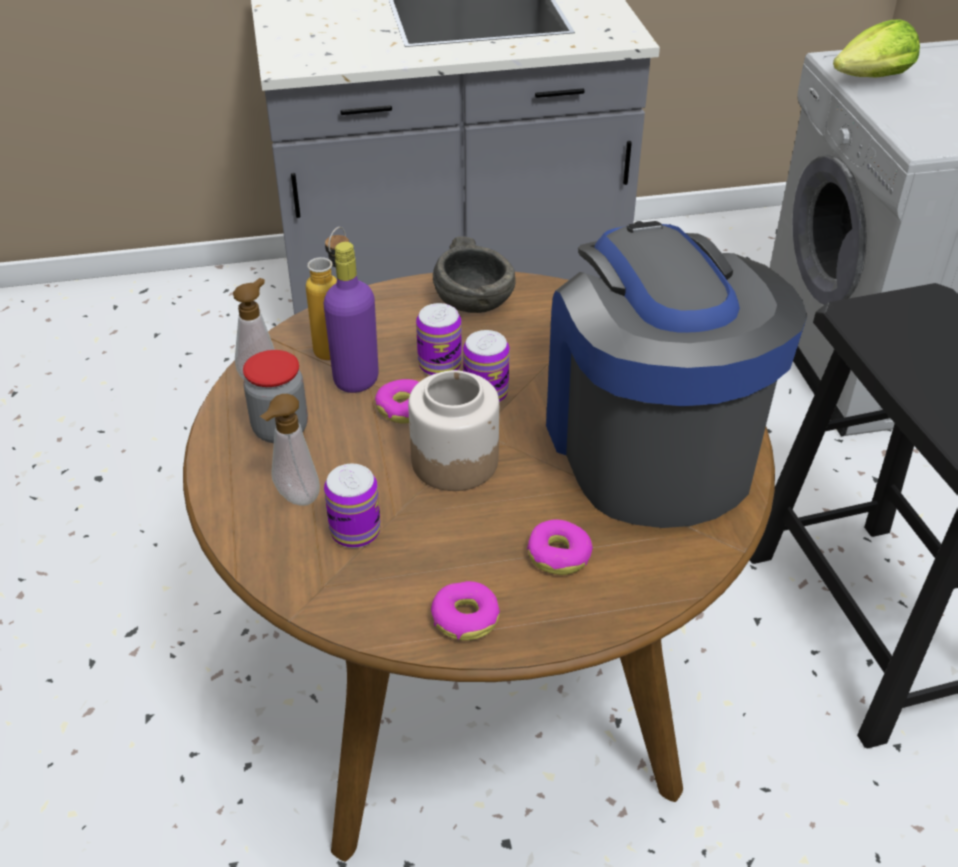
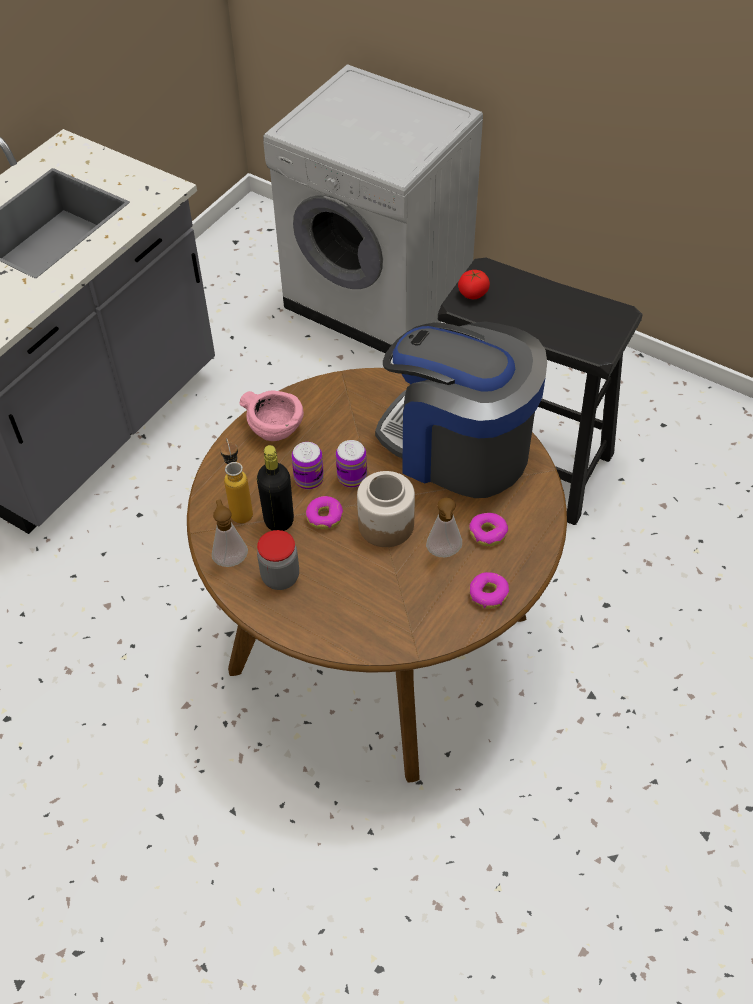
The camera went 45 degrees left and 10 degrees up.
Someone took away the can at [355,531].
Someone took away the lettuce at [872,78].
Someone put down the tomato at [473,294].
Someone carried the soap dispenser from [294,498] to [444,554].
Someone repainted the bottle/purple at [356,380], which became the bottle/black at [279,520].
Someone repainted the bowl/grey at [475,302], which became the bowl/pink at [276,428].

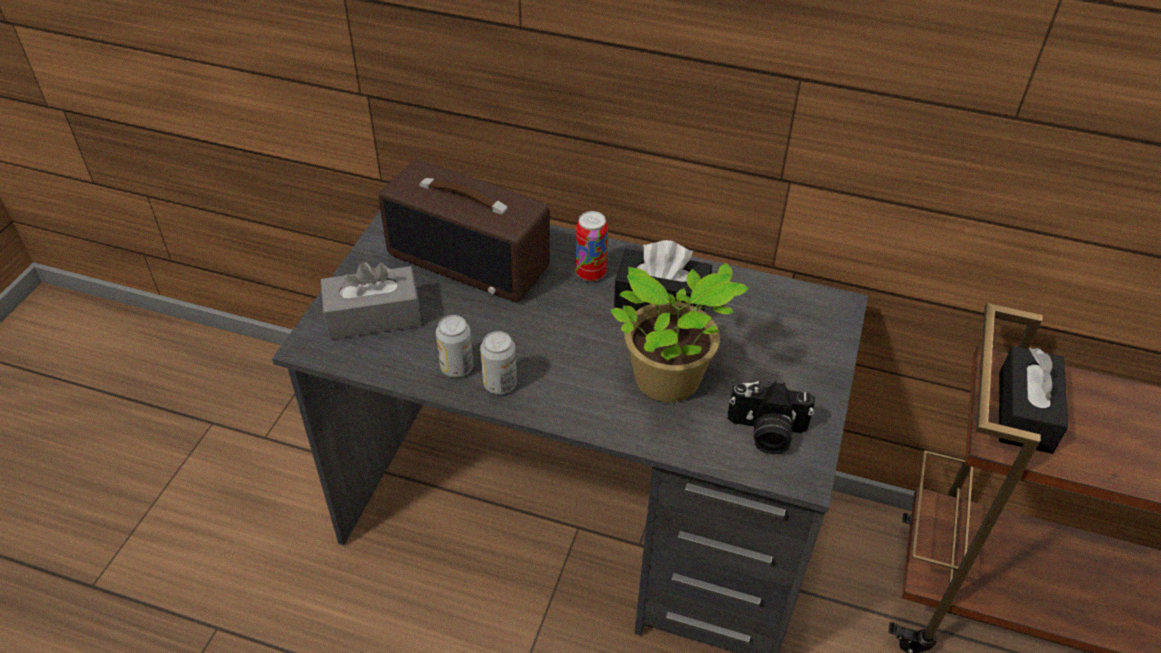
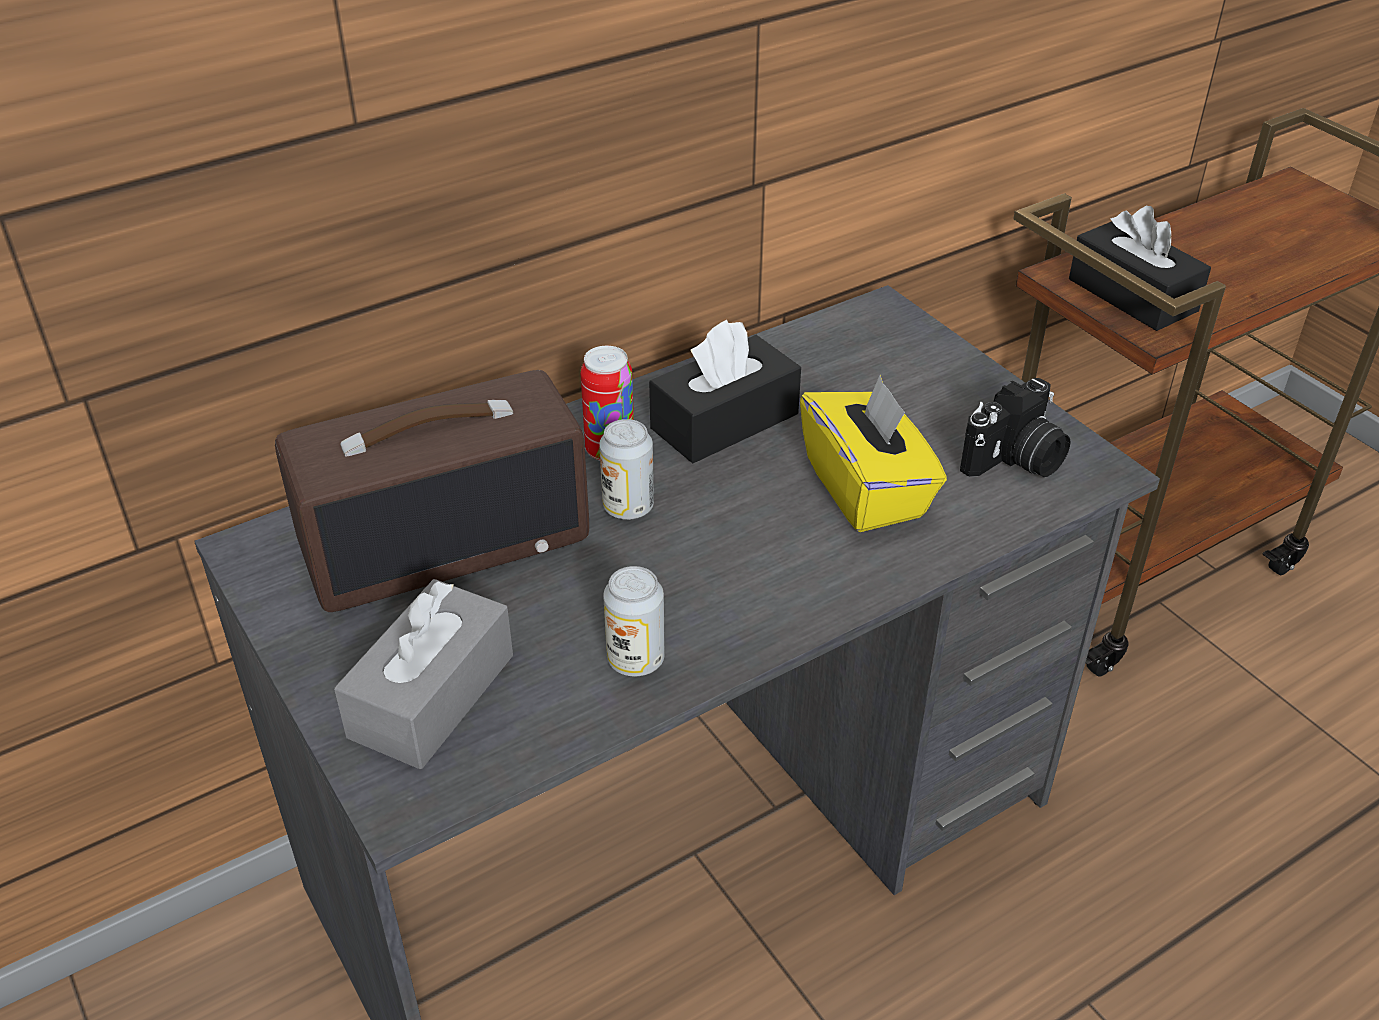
The camera went 50 degrees left and 5 degrees down.
Someone carried the can from [500,384] to [628,507].
Someone swapped the potted plant at [669,383] for the tissue box/yellow at [867,489].

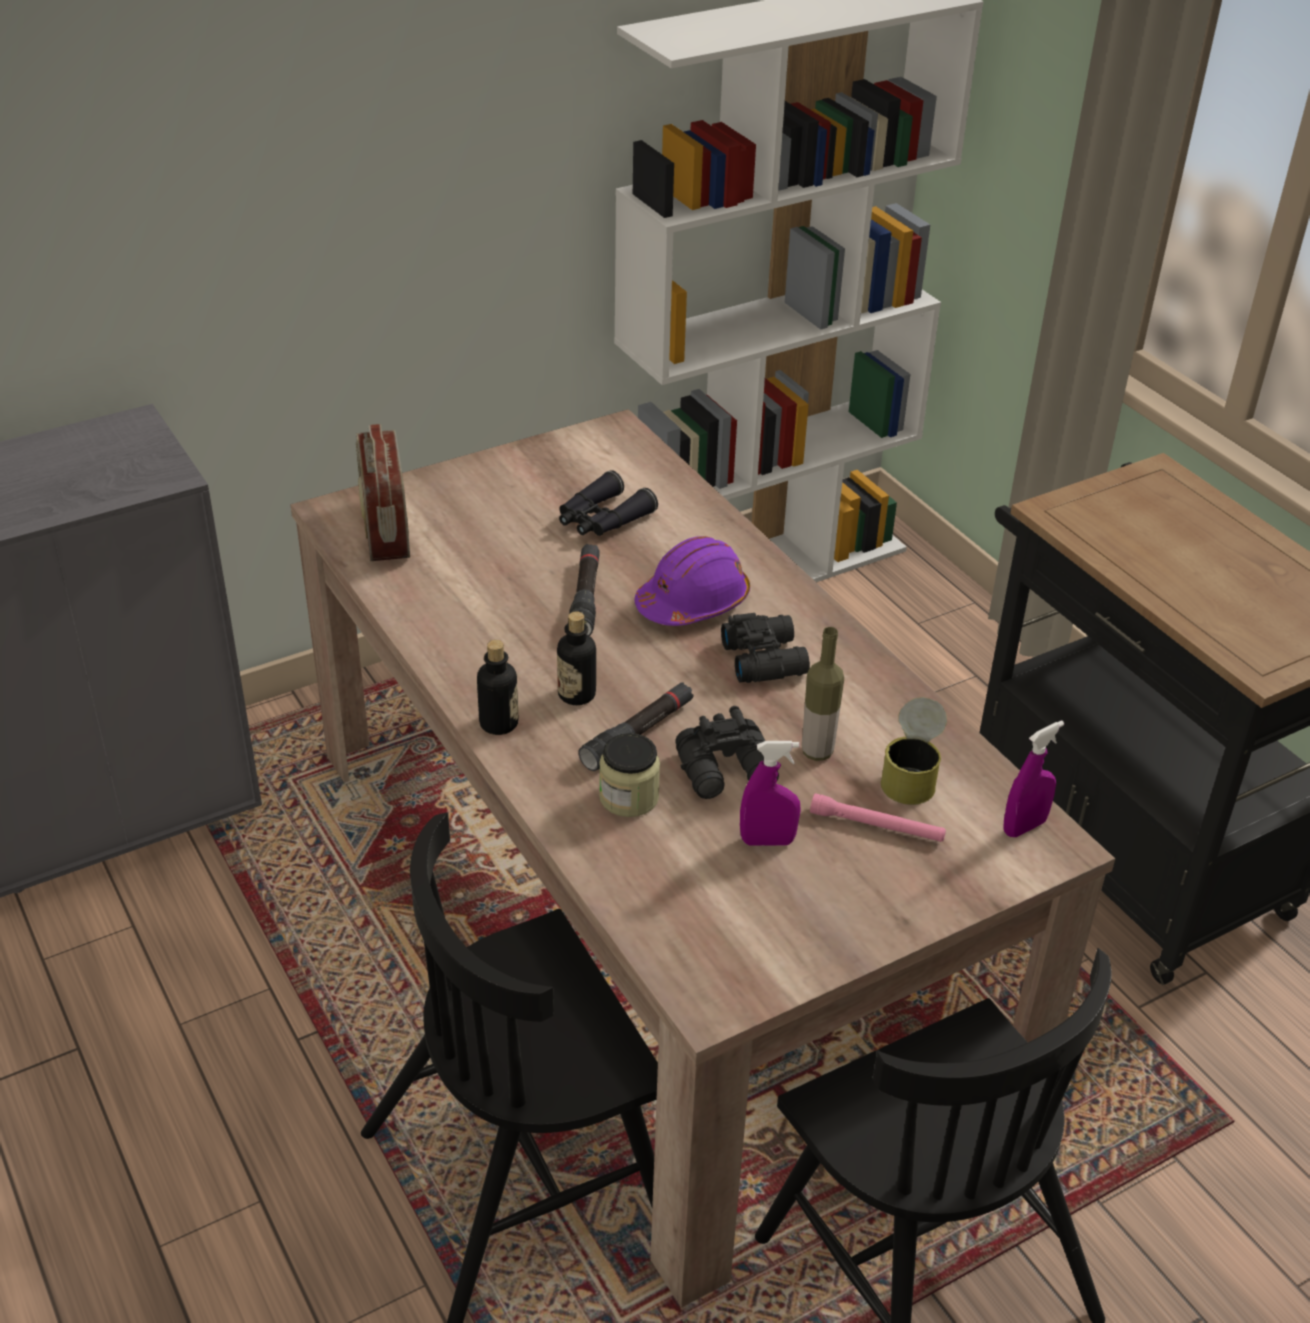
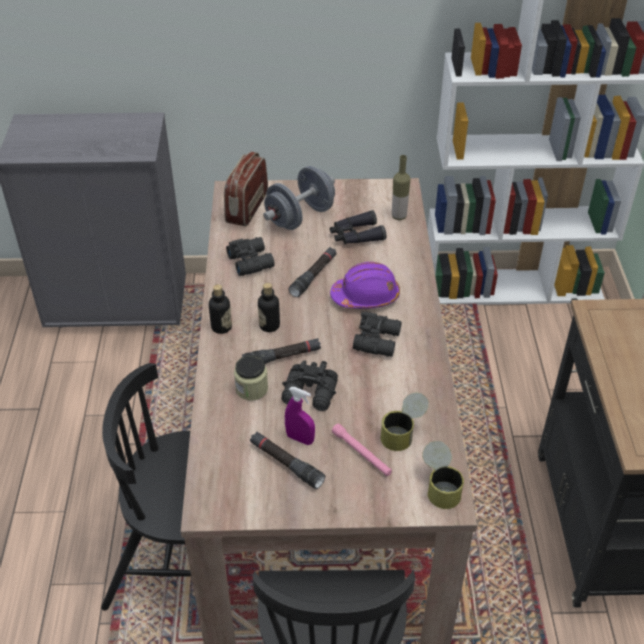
The camera went 30 degrees right and 5 degrees up.
Someone put down the binoculars/black at [251,261].
Someone put down the flashlight/black at [286,464].
Someone put down the dumbbell/grey at [300,217].
Someone carried the bottle from [817,752] to [399,216].
Someone swapped the spray bottle/purple at [1024,827] for the can at [440,486].

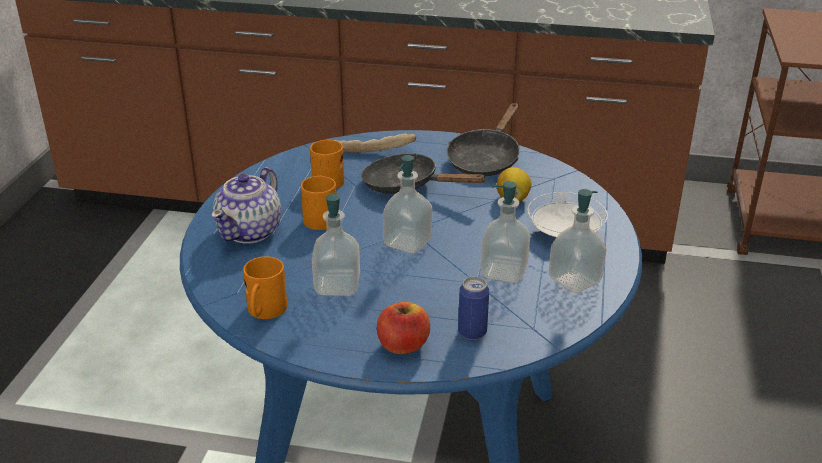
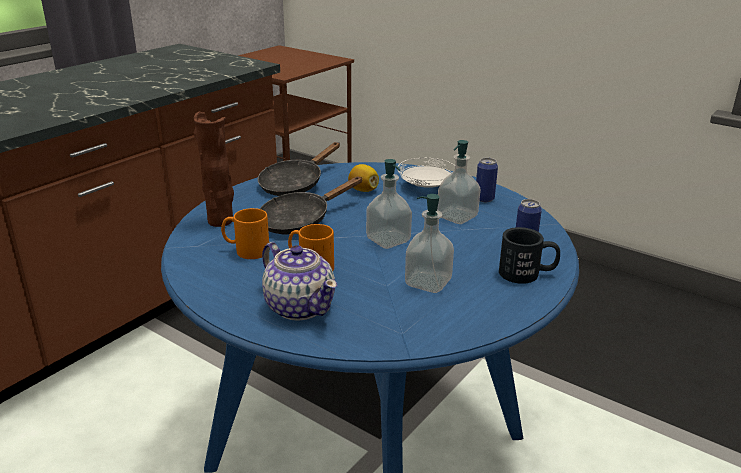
The camera went 65 degrees left and 5 degrees down.
Someone took away the mug/orange at [265,312].
Someone swapped the bread at [371,150] for the vase/brown at [221,221].
Someone swapped the apple at [403,345] for the mug/black at [527,274].
Someone swapped the soap dispenser at [574,280] for the can at [484,199].
Someone rotated the frying pan/black at [485,159] by 75 degrees clockwise.

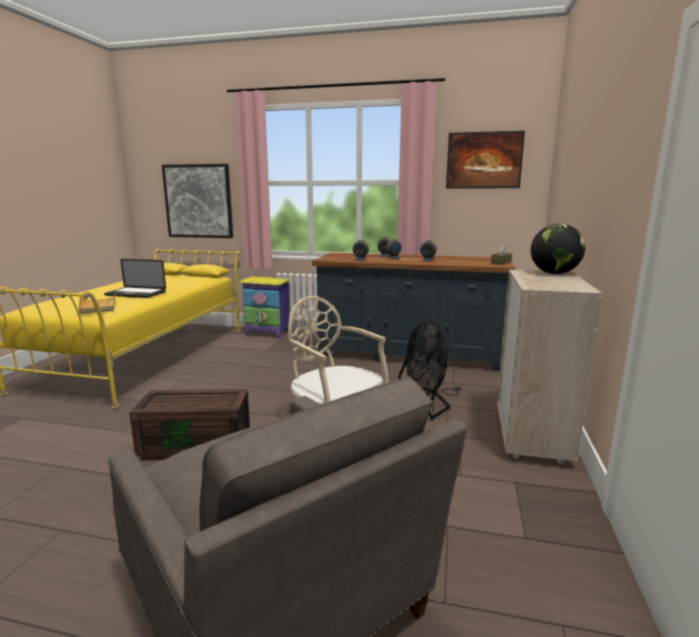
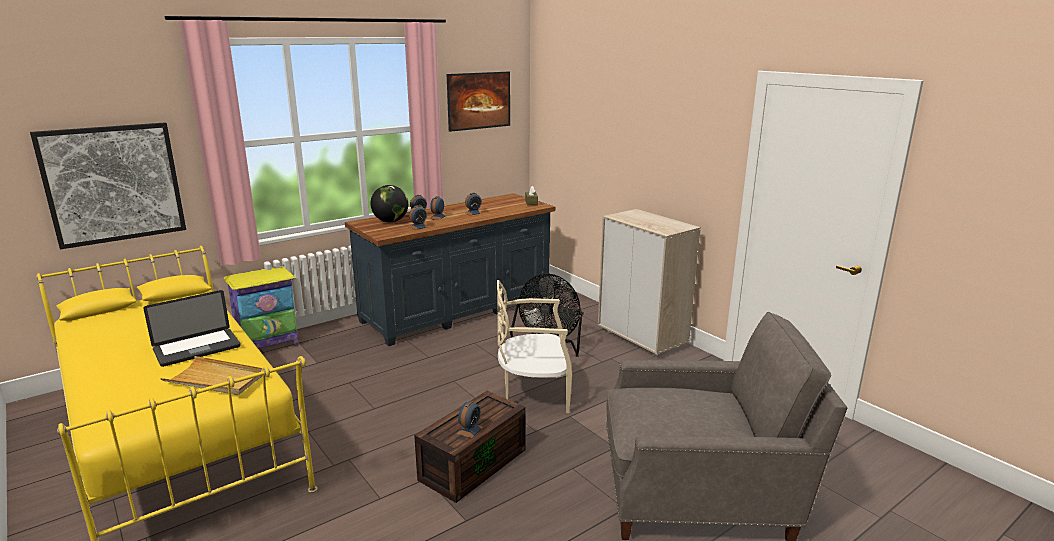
The camera went 50 degrees left and 5 degrees up.
Someone put down the alarm clock at [469,430].
Someone carried the globe from [554,273] to [390,221].

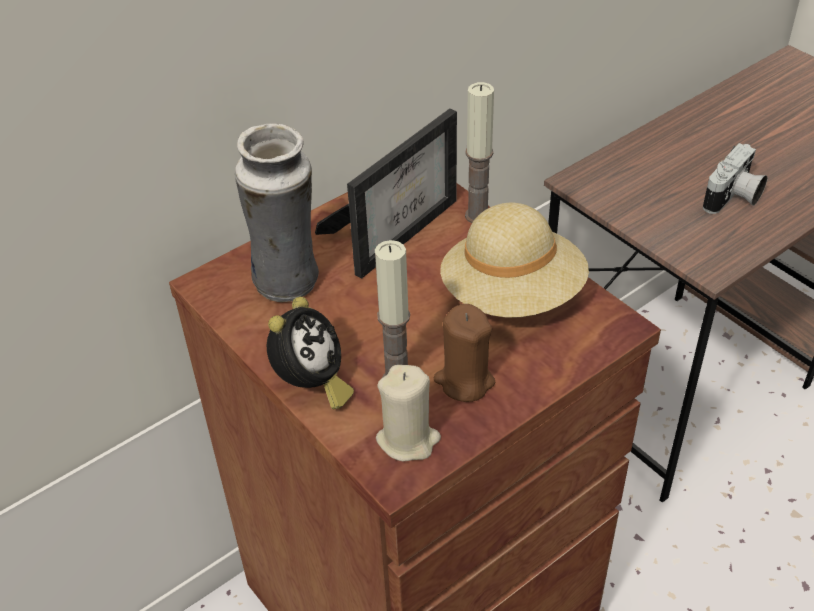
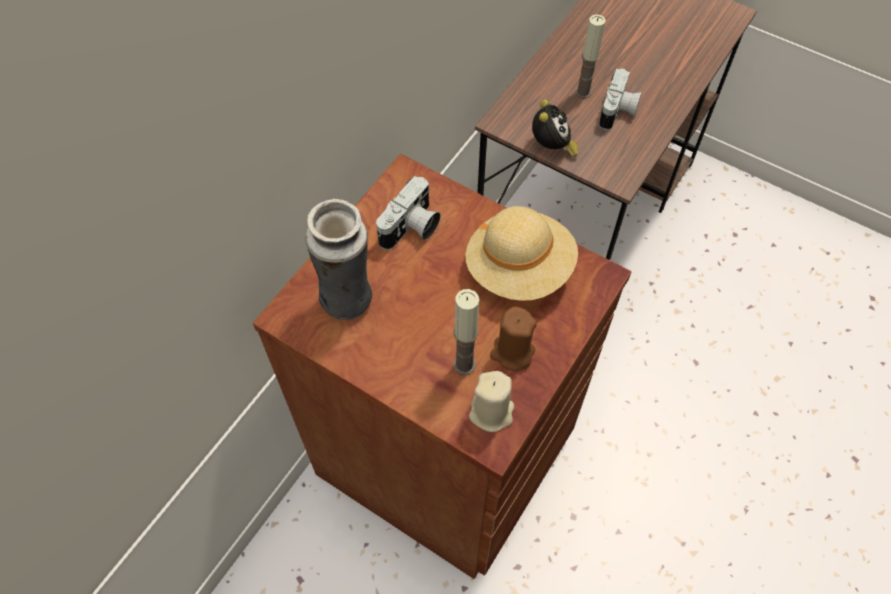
The camera went 20 degrees left and 15 degrees up.
Someone carried the alarm clock from [311,385] to [551,147].
Someone carried the candle from [477,215] to [583,92].
Someone swapped the picture frame at [397,229] for the photo camera at [411,229].

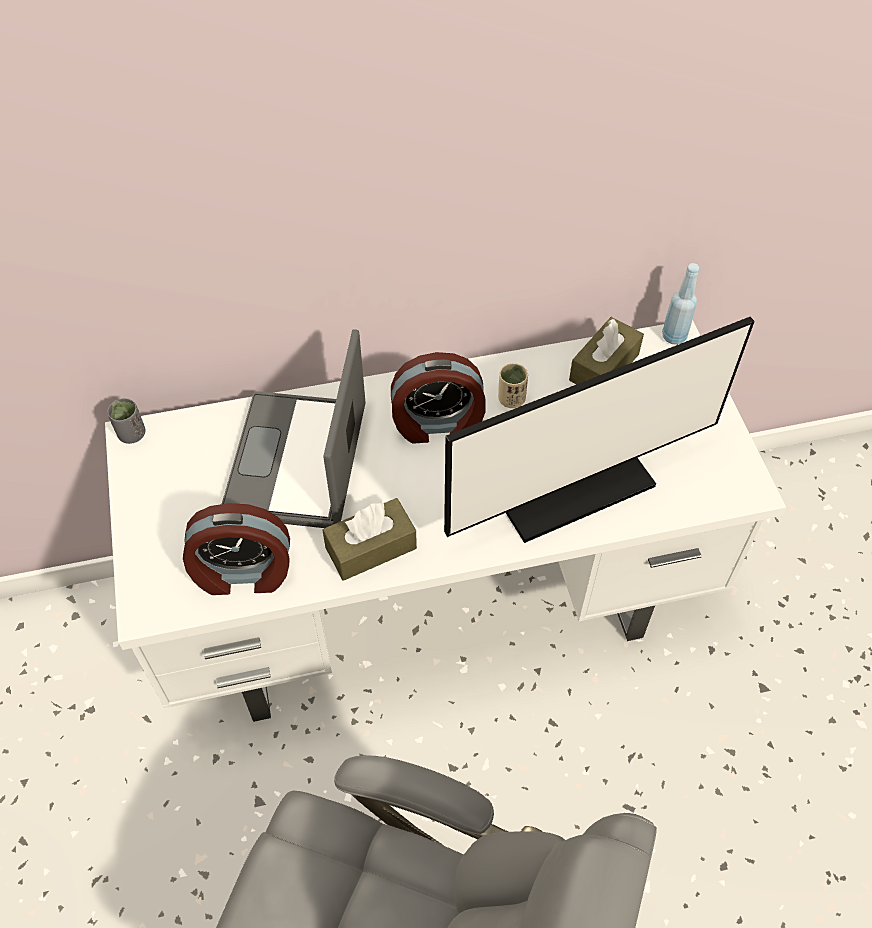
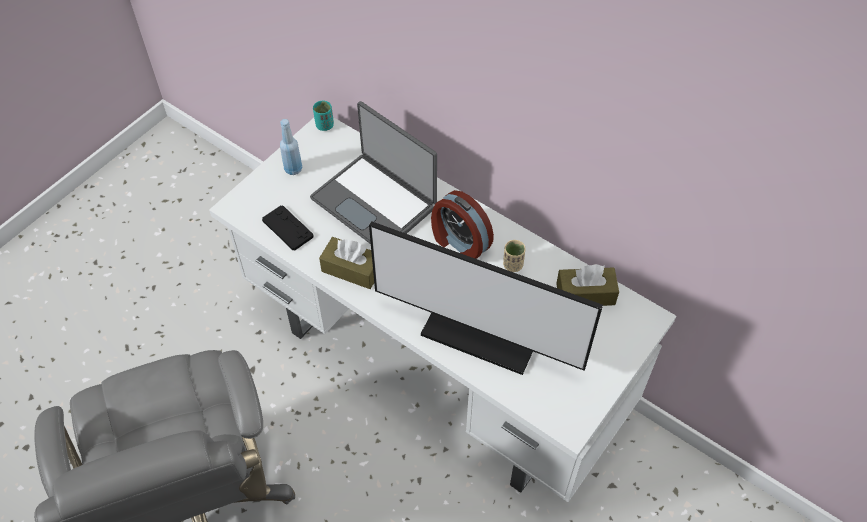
The camera went 50 degrees right and 0 degrees up.
Someone carried the bottle/blue from [674,336] to [293,169].
Someone swapped the alarm clock at [243,574] for the game controller/black at [287,228].
Someone repainted the cup/grey at [132,434], which became the cup/turquoise at [324,125].
Someone rotated the laptop at [300,461] by 105 degrees counterclockwise.

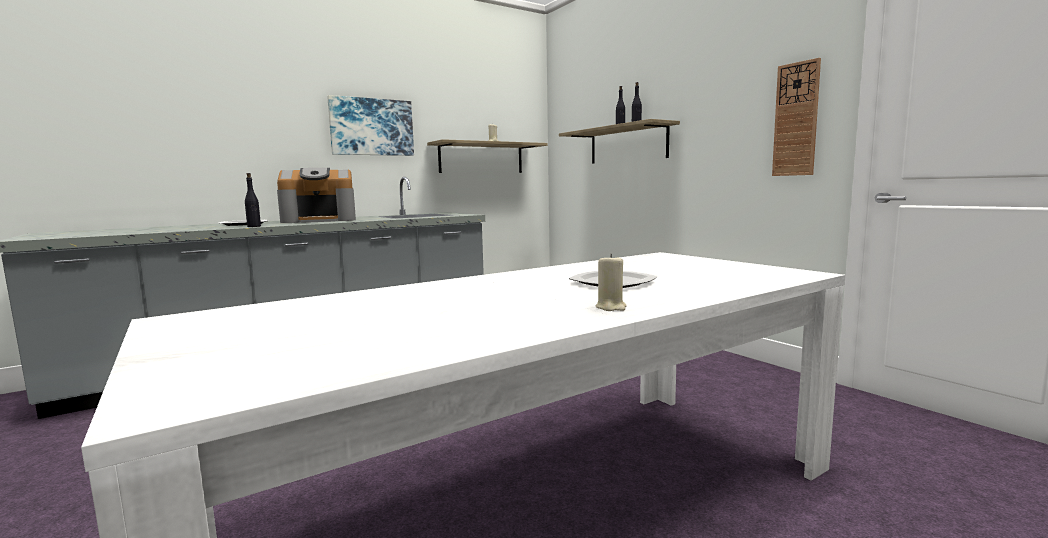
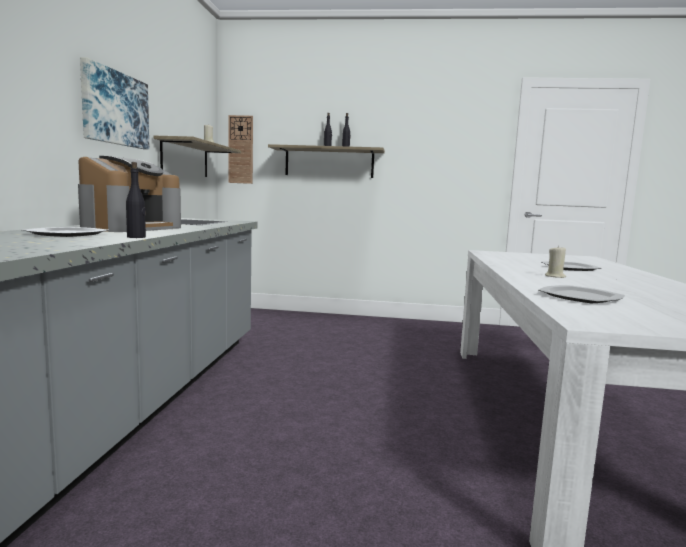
The camera went 50 degrees left and 0 degrees up.
Someone put down the plate at [579,297].
Someone carried the candle/beige from [611,307] to [555,276].
Someone carried the wall clock from [796,119] to [240,149].

